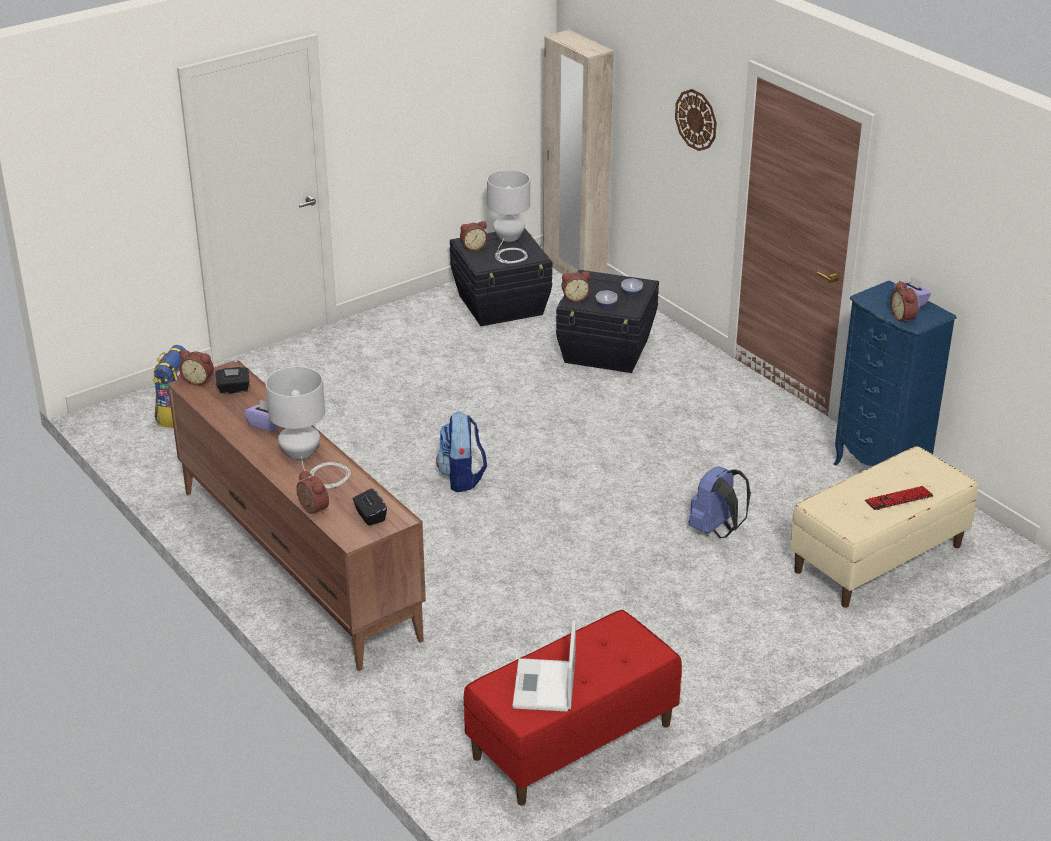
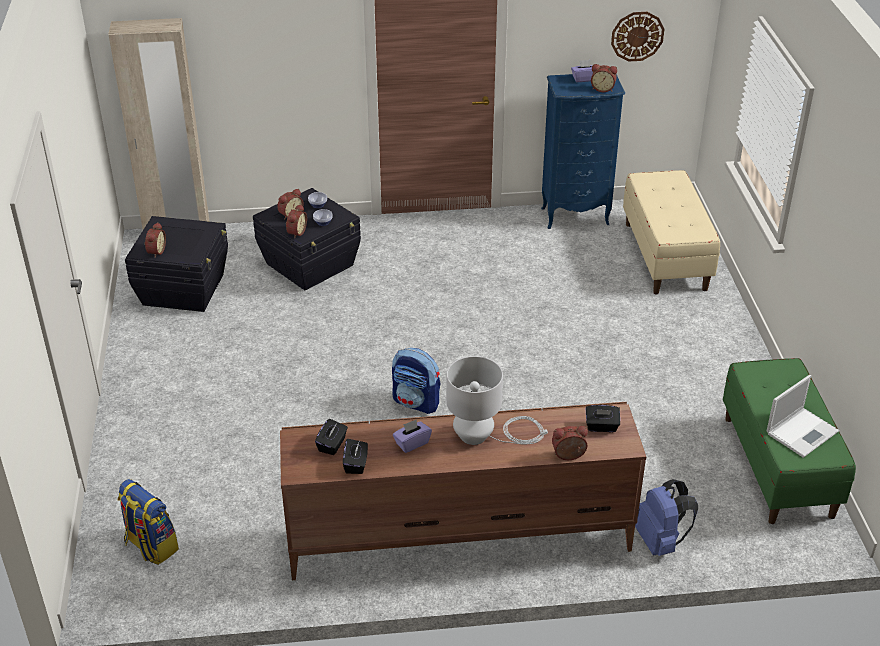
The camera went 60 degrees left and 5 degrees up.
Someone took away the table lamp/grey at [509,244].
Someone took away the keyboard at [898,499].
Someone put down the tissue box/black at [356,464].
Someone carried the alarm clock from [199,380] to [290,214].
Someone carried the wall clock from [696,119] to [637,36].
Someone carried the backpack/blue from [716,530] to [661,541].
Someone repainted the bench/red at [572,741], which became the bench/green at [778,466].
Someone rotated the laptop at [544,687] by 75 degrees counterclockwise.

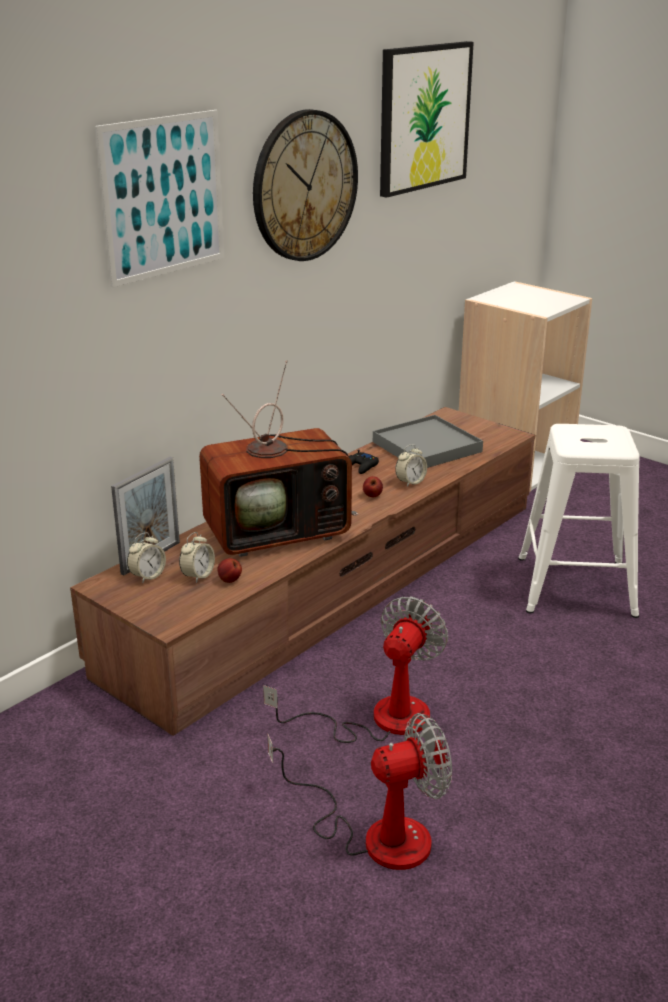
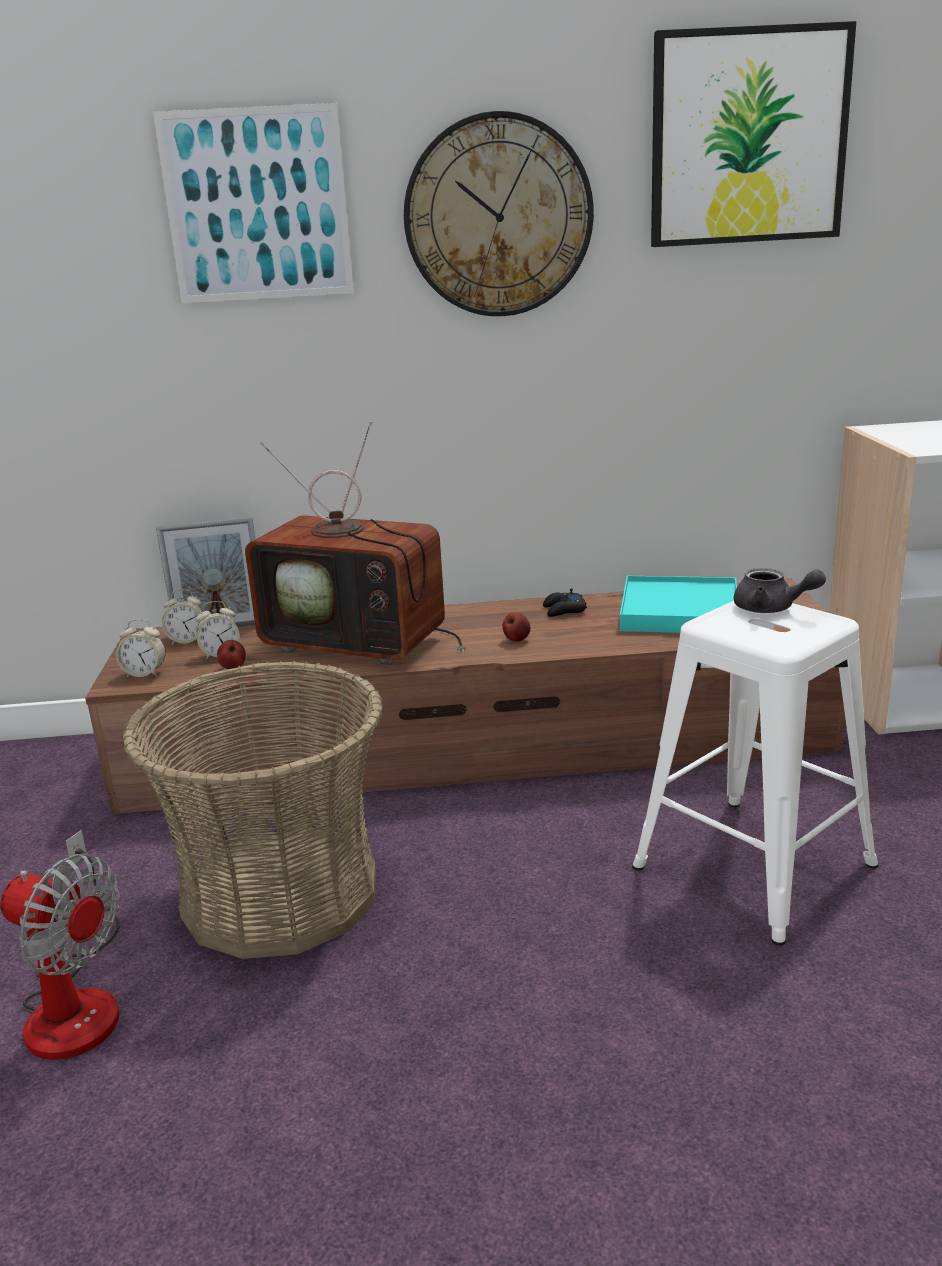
The camera went 45 degrees right and 5 degrees down.
Someone put down the teapot/grey at [771,609].
Someone carried the alarm clock from [410,482] to [144,673].
Someone swapped the fan at [379,719] for the basket at [280,893].
Someone repainted the tray/grey at [426,447], which became the tray/turquoise at [679,611].

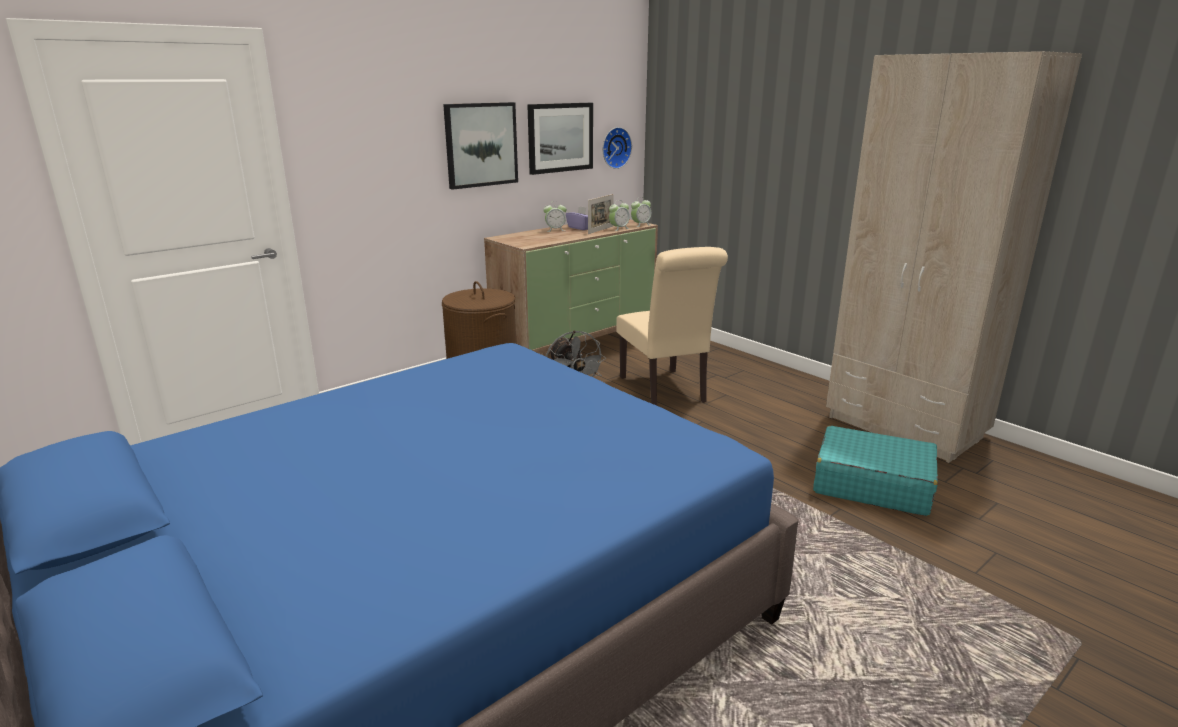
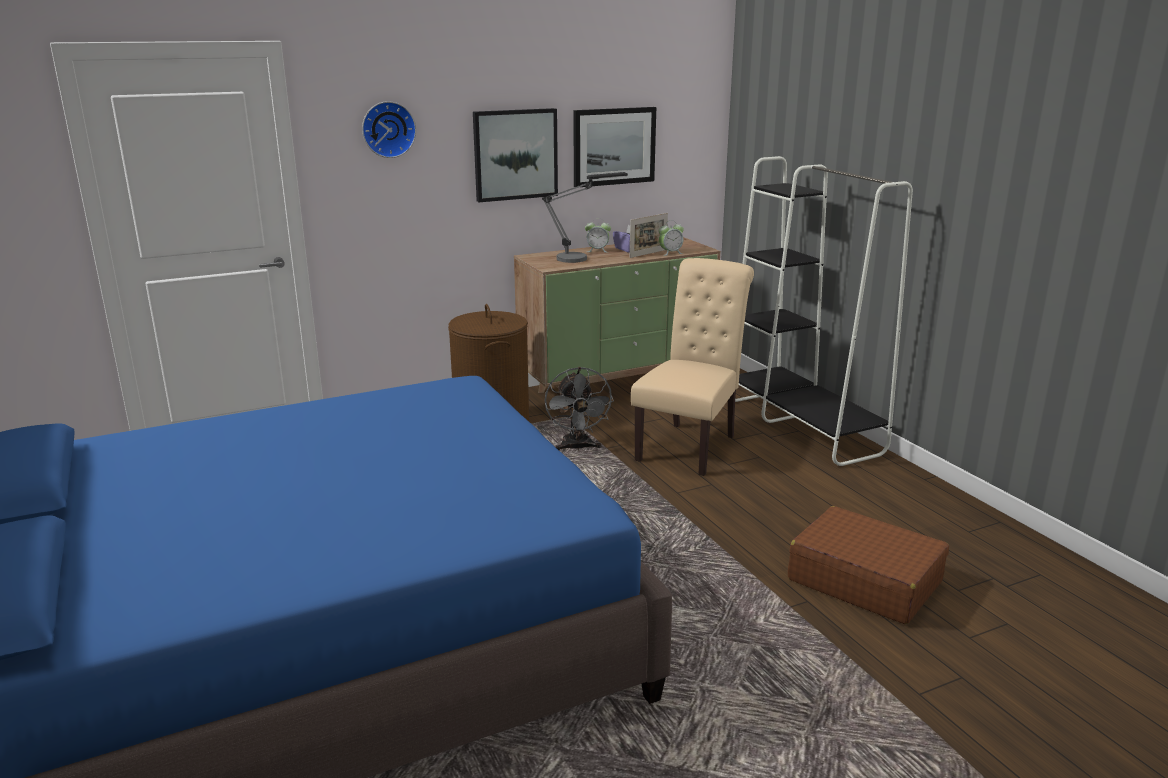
The camera went 15 degrees right and 0 degrees up.
Someone took away the alarm clock at [640,225].
Someone took away the wardrobe/beige at [906,427].
Someone put down the table lamp at [581,258].
Someone put down the clothes rack/black at [802,427].
Someone carried the wall clock from [615,147] to [388,129].
Someone repainted the suitcase/turquoise at [871,484], which became the suitcase/brown at [864,580].
Someone rotated the chair/beige at [665,391] by 150 degrees counterclockwise.

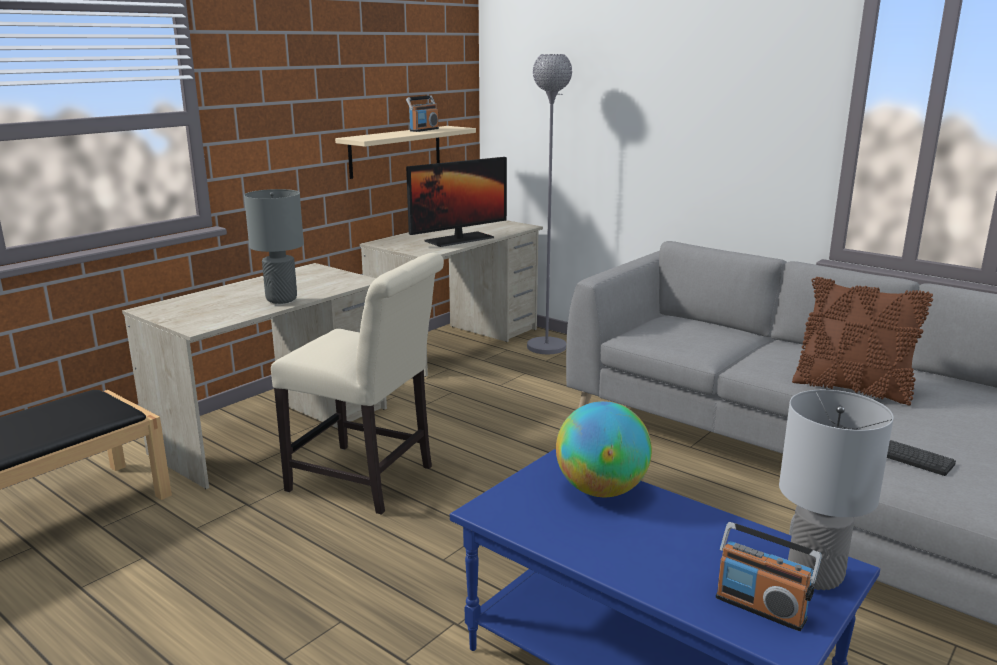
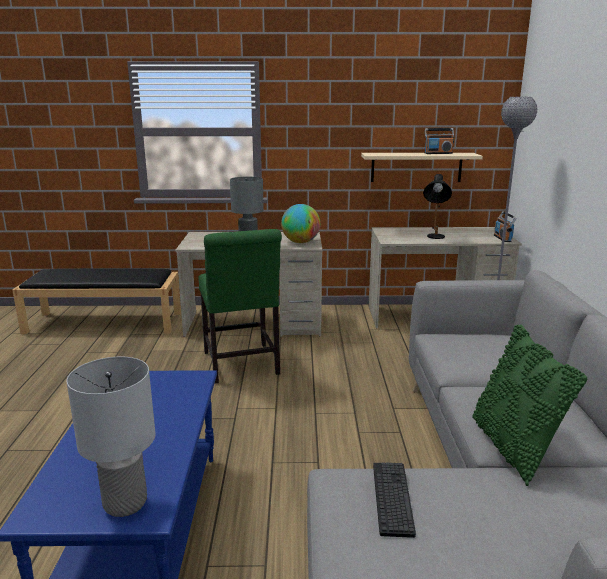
The camera went 50 degrees right and 0 degrees up.
Someone carried the globe from [601,490] to [300,242].
Someone carried the radio from [760,608] to [502,238].
Someone swapped the monitor at [459,239] for the table lamp/black at [434,238].
Someone repainted the chair/beige at [368,481], which became the chair/green at [241,366].
Someone repainted the pillow/brown at [852,389], which became the pillow/green at [513,447].

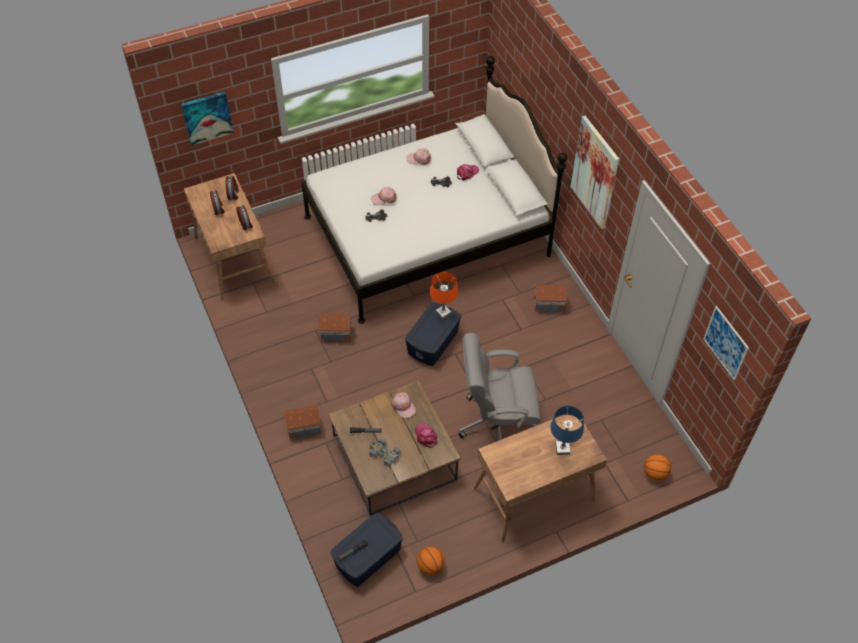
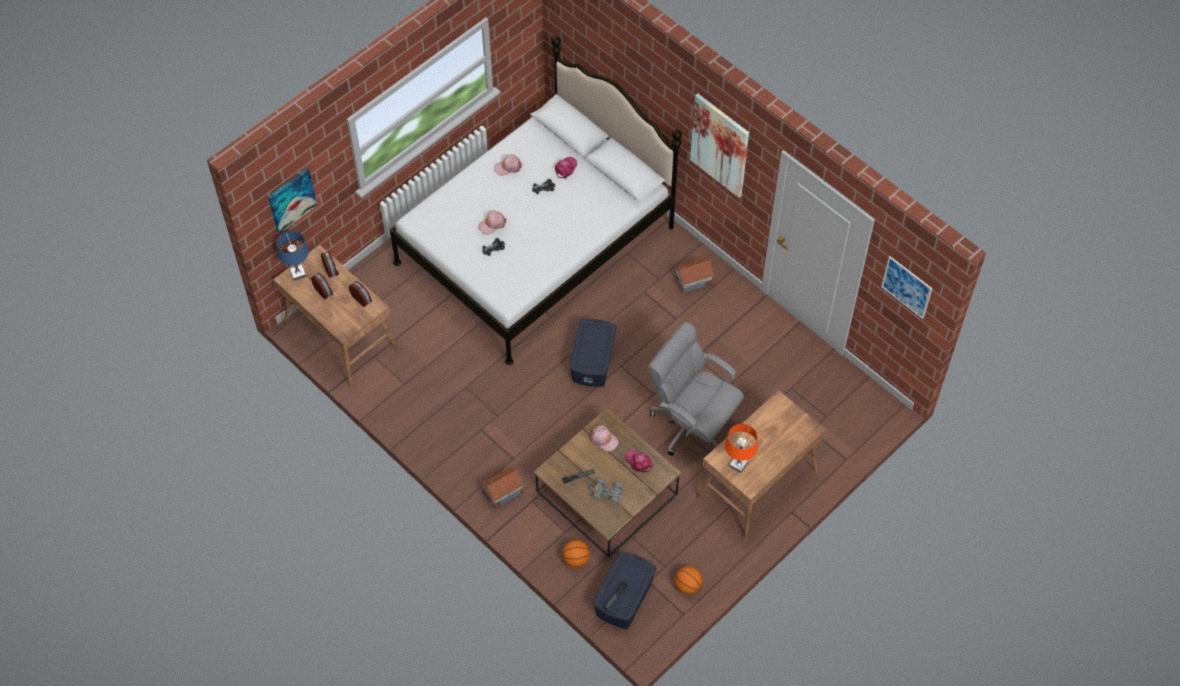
The camera went 20 degrees left and 5 degrees up.
Someone took away the toy house at [336,334].
Someone carried the table lamp/orange from [443,313] to [738,465].
Someone carried the table lamp/blue from [562,448] to [298,273].
Someone carried the basketball from [655,473] to [576,559].
Someone rotated the office chair/grey at [497,422] by 60 degrees clockwise.

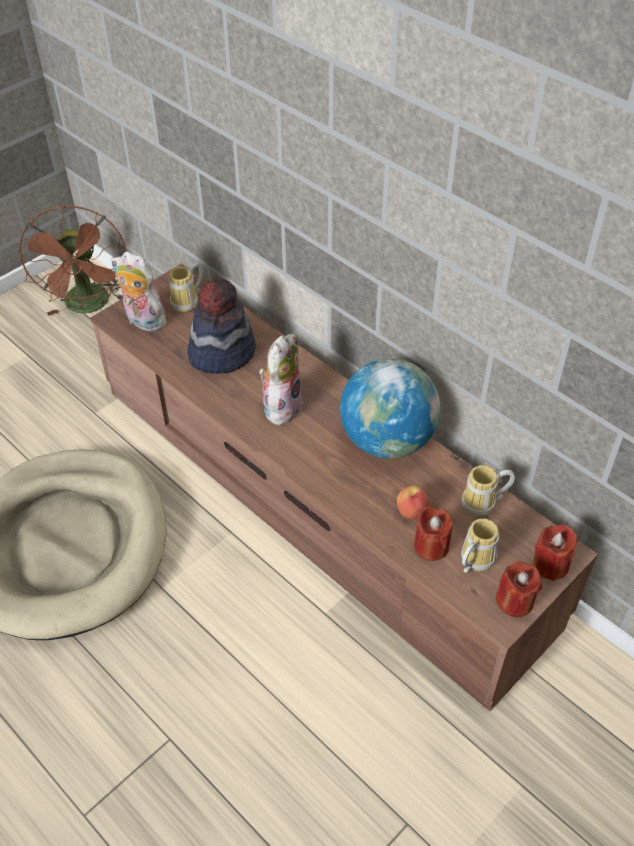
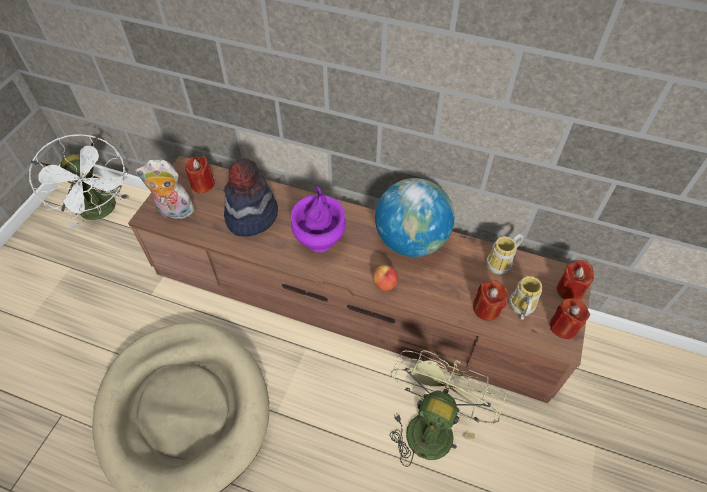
The camera went 25 degrees left and 5 degrees up.
Someone put down the fan/green at [431,424].
Someone carried the apple from [411,512] to [385,284].
Someone swapped the mug at [188,302] for the candle/red at [203,184].
Someone swapped the plush toy at [281,406] for the vase/purple at [320,242].
Someone repainted the fan/brown at [89,306], which became the fan/white at [102,211].

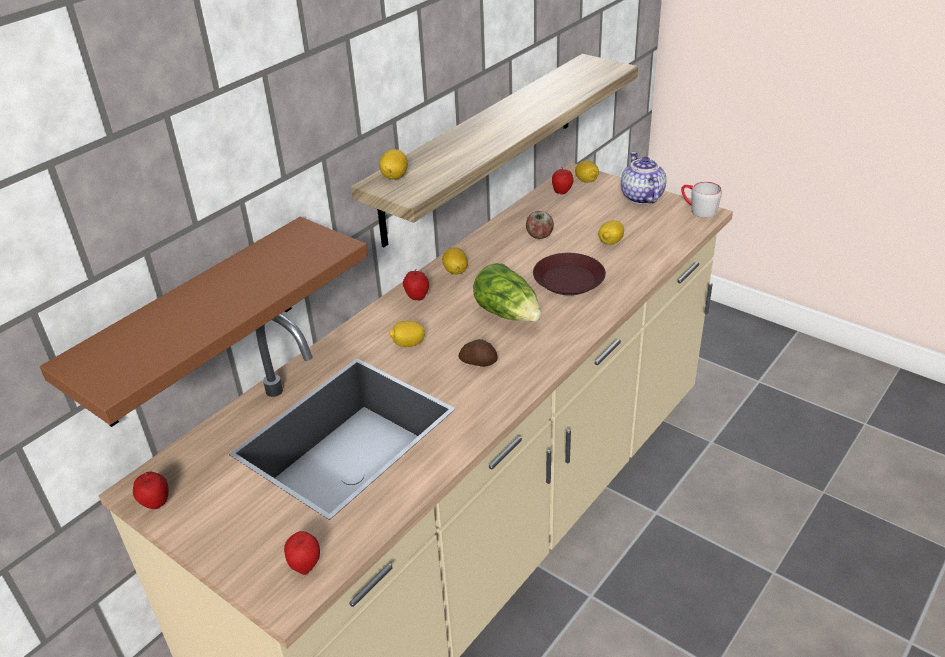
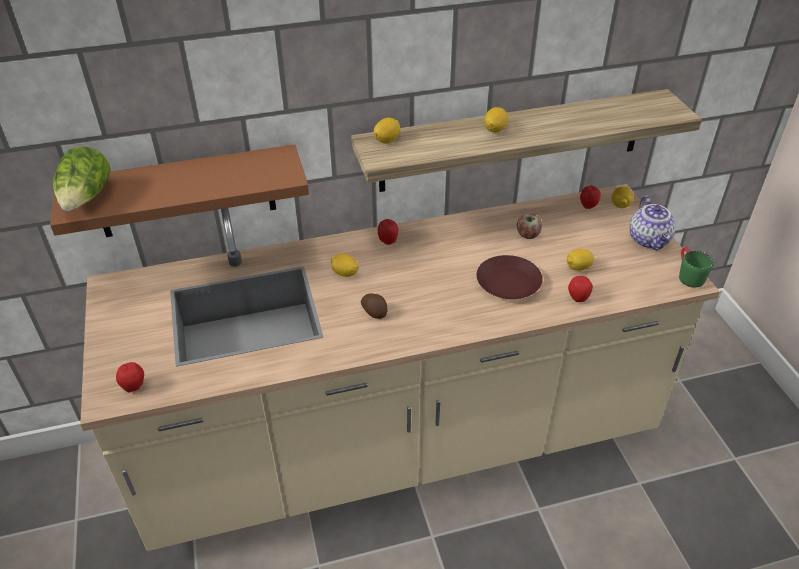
The camera went 35 degrees right and 5 degrees up.
Someone carried the apple from [156,504] to [578,299].
Someone carried the lemon from [455,271] to [495,129].
Someone carried the lettuce from [508,314] to [86,198].
Someone repainted the mug/grey at [698,209], which became the mug/green at [688,275].
Someone rotated the teapot at [640,197] by 150 degrees clockwise.

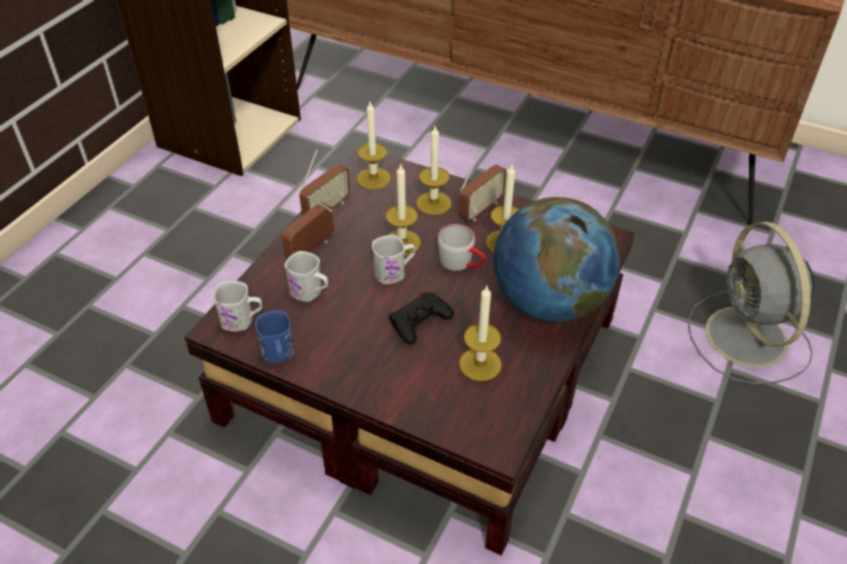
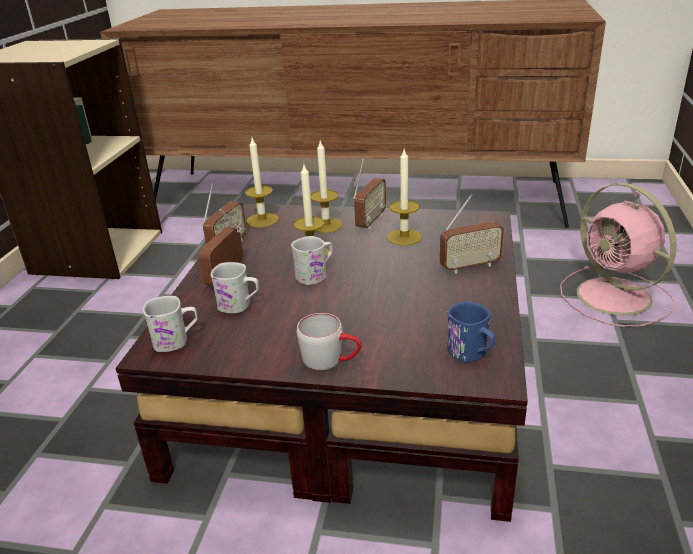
The camera went 15 degrees left and 15 degrees down.
Someone took away the game controller/black at [420,321].
Someone took away the candle at [480,364].
Someone carried the mug/blue from [279,355] to [471,354].
Someone carried the mug/grey from [462,263] to [331,360].
Someone swapped the globe at [549,302] for the radio at [470,266].
Someone repainted the fan/grey at [748,339], which became the fan/pink at [616,298].

